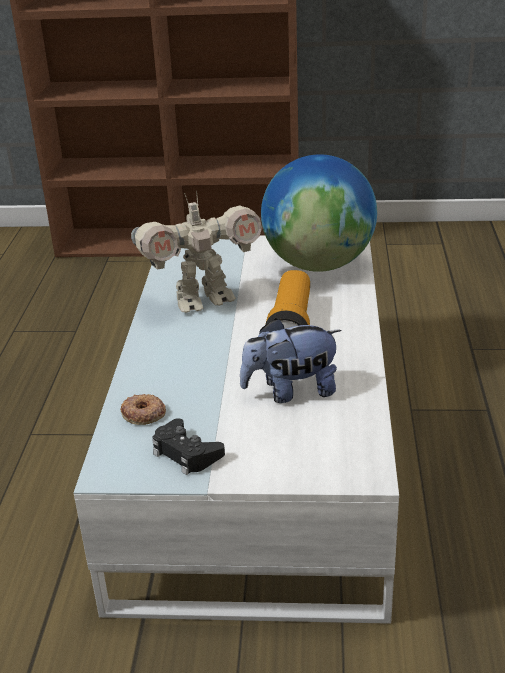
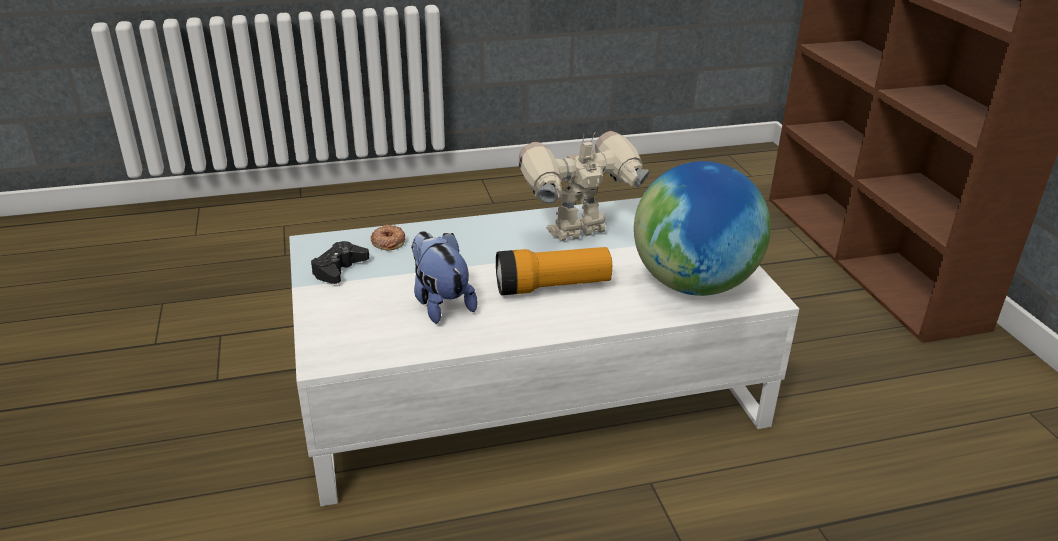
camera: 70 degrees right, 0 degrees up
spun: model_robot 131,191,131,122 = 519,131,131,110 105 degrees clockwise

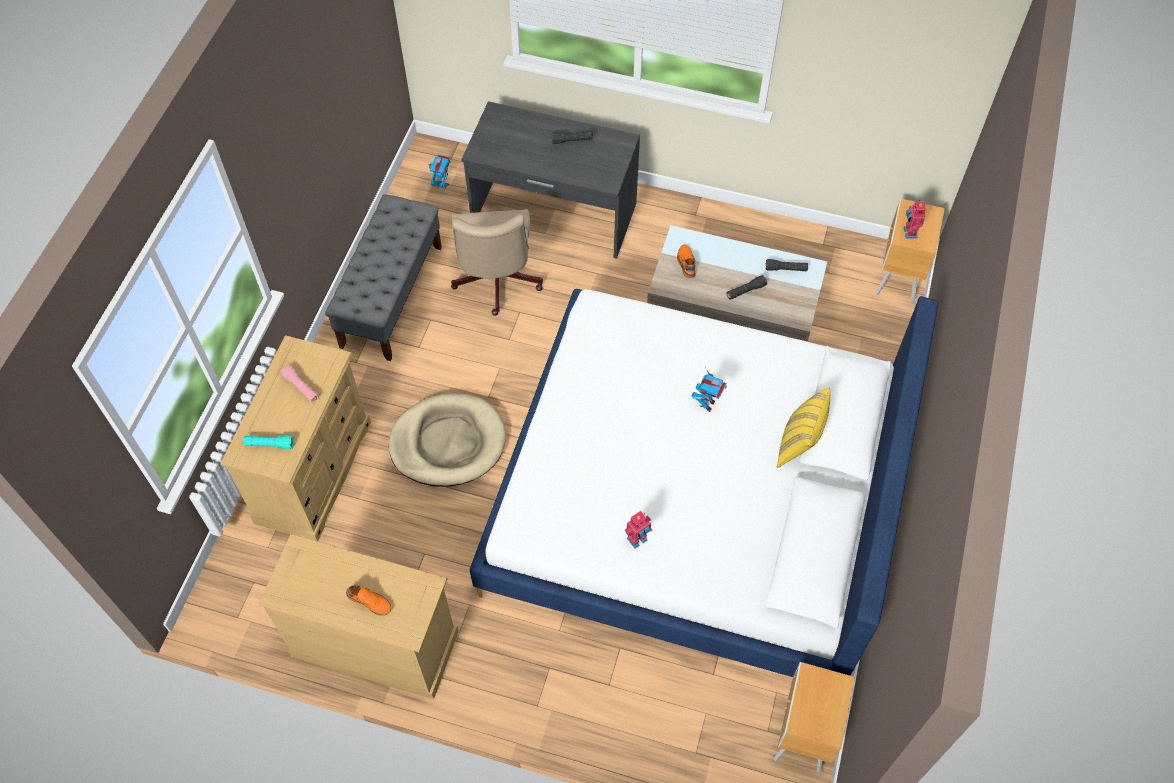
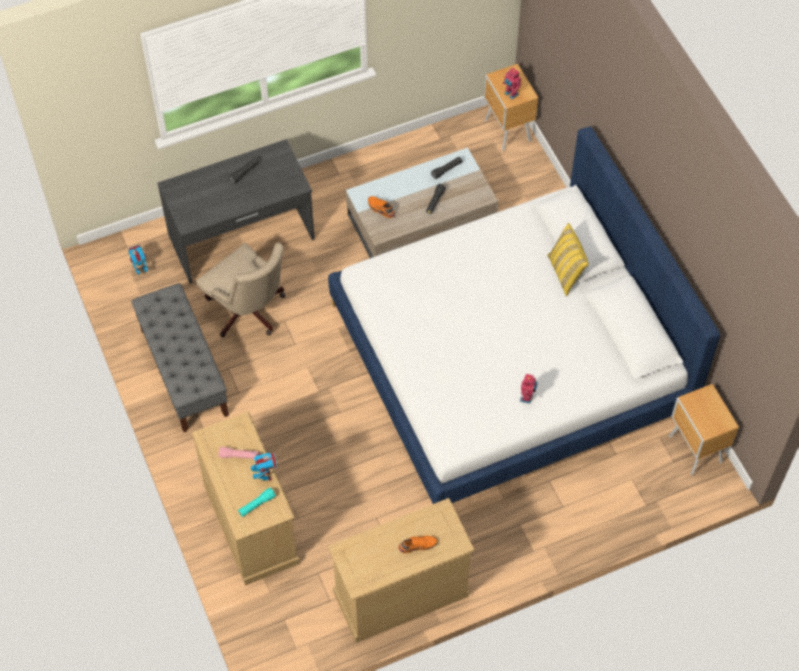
camera: 40 degrees left, 0 degrees up
missing: sand-coloured_dog_bed 389,393,117,94
relocated: model_robot 691,367,36,45 to 251,452,26,29

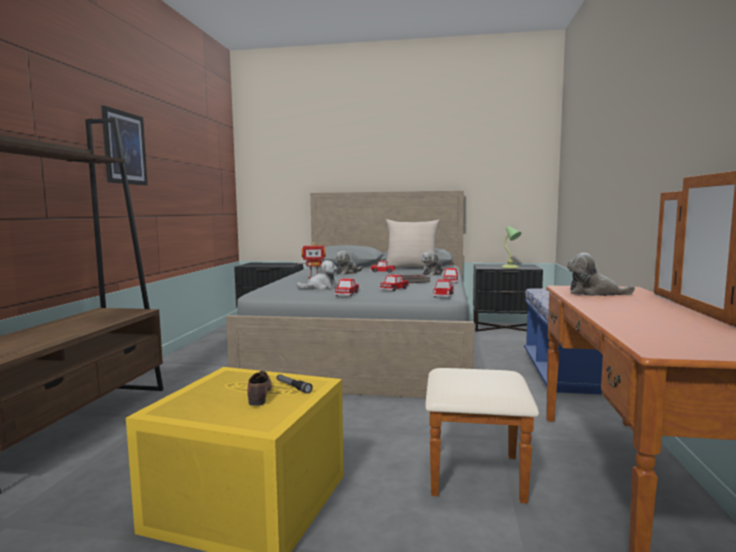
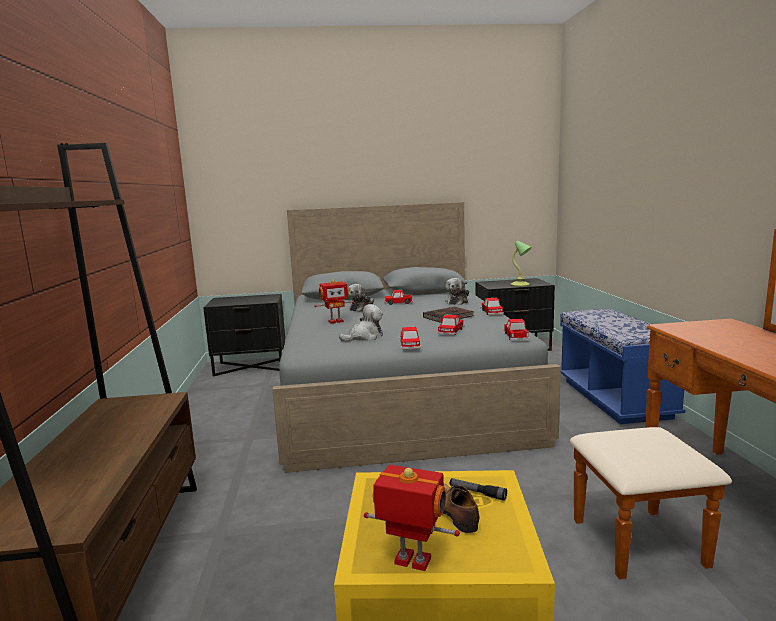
camera: 15 degrees left, 5 degrees up
missing: wall_art 101,106,47,79; sand-coloured_cushion 386,219,54,50; plush_toy 567,253,68,43
appeared: model_robot 364,465,96,106

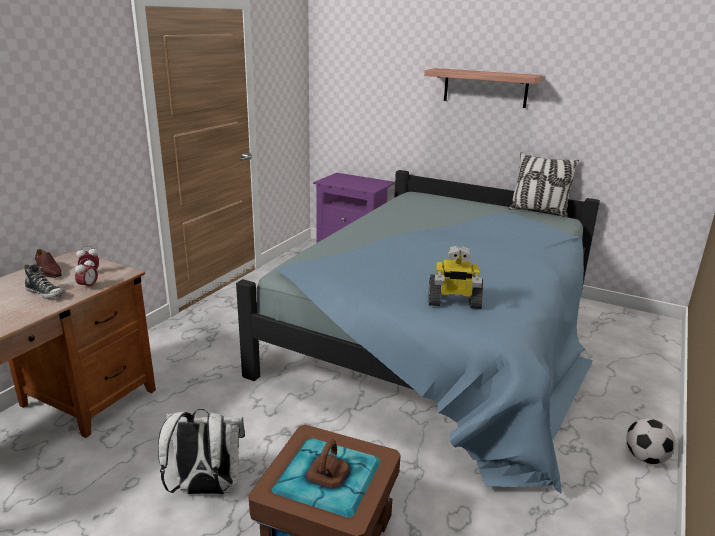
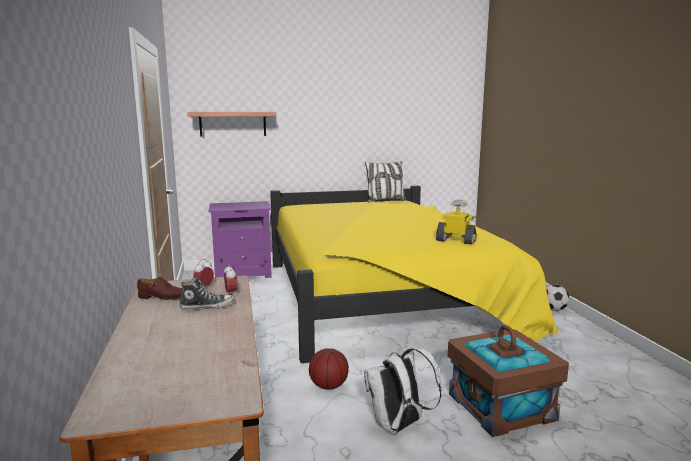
camera: 40 degrees left, 10 degrees down
appeared: basketball 309,348,40,41
relocated: shelf 424,68,119,40 to 187,112,89,25
colour: blue_sleeping_bed 236,170,364,323 to yellow-coloured_sleeping_bed 270,186,287,177
spun: model_robot 428,246,55,63 = 436,199,41,45 120 degrees counterclockwise

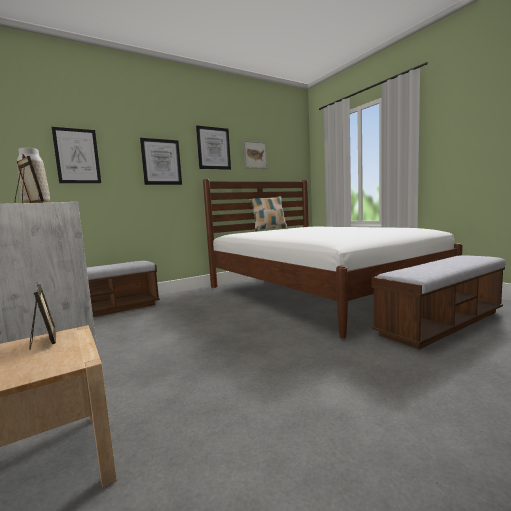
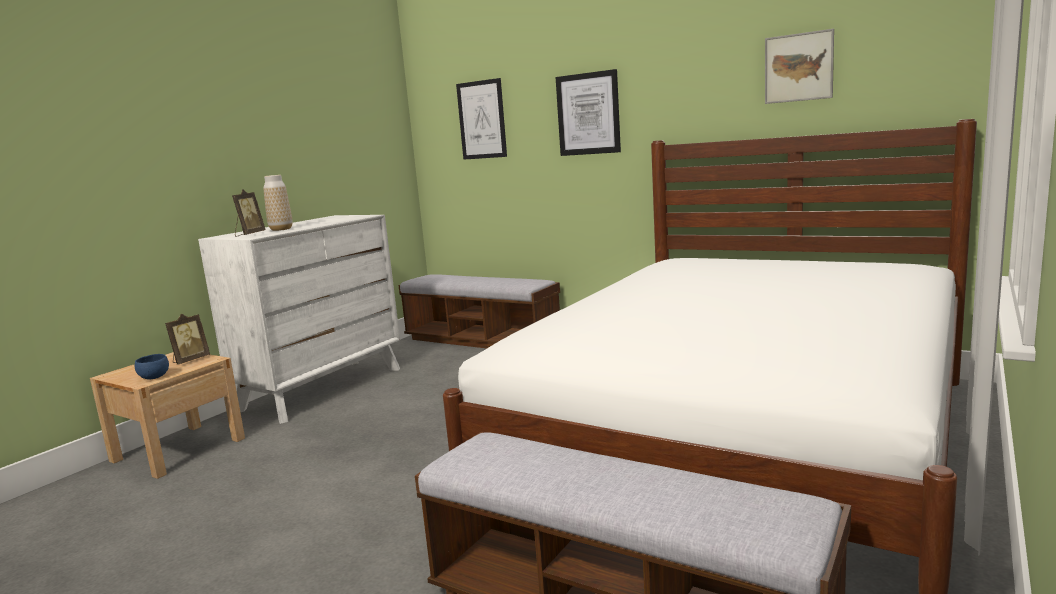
camera: 65 degrees right, 5 degrees up
missing: wall_art 196,125,35,45; cushion 249,196,38,35
appeared: blue_serving_bowl 135,354,34,25

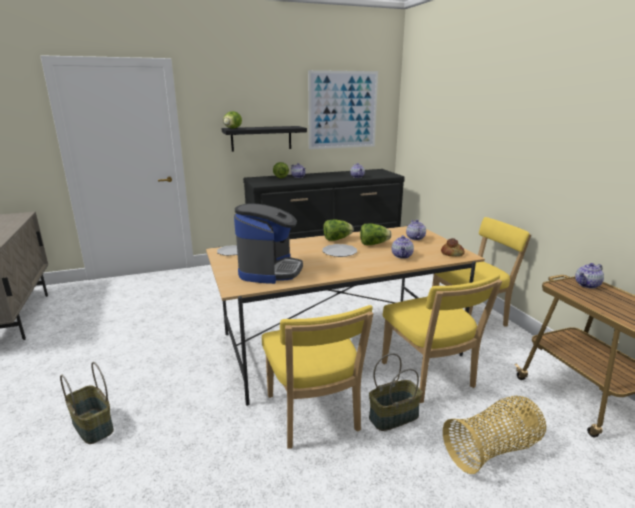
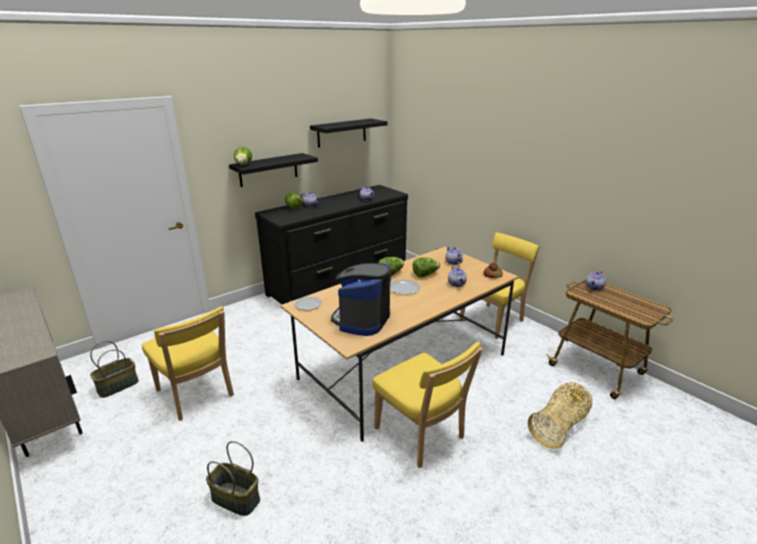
camera: 20 degrees left, 5 degrees up
relocated: household_basket 369,353,53,78 to 90,341,49,57; yellow-coloured_chair 382,274,120,129 to 142,306,92,115
exchanged: wall_art 308,70,70,79 to black-coloured_shelf 310,118,77,30
spun: coffee_machine 234,203,69,81 = 331,263,60,73 150 degrees counterclockwise

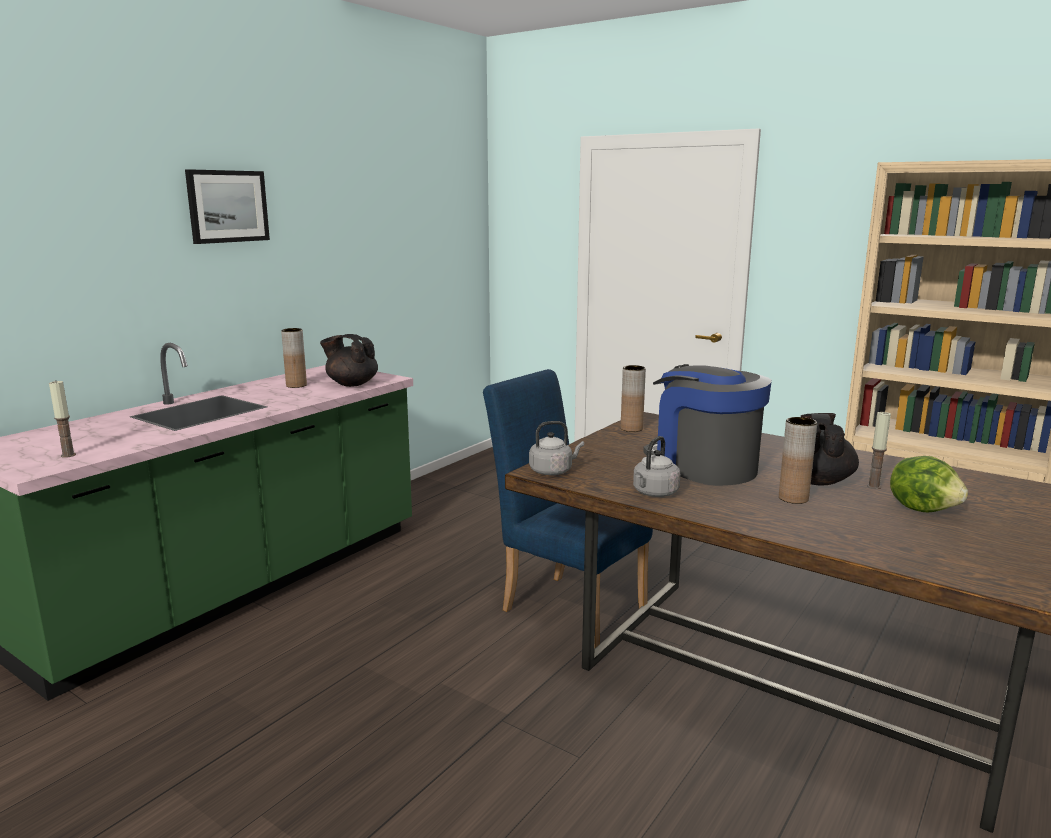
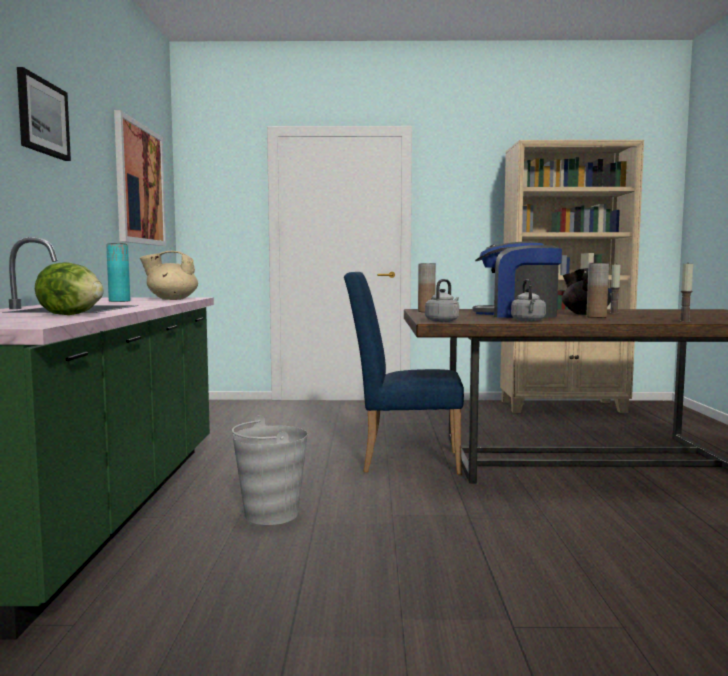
camera: 35 degrees left, 10 degrees down
appeared: wall_art 114,110,52,136; greyish_water_bucket 232,415,76,110
relocated: lettuce_head 890,456,78,56 to 35,262,69,53; candle 49,380,27,78 to 679,264,14,58
colour: brown-coloured_vase 281,328,26,60 to turquoise-coloured_vase 106,243,24,59; black-coloured_pot_for_tea 320,334,58,53 to sand-coloured_pot_for_tea 140,251,58,49

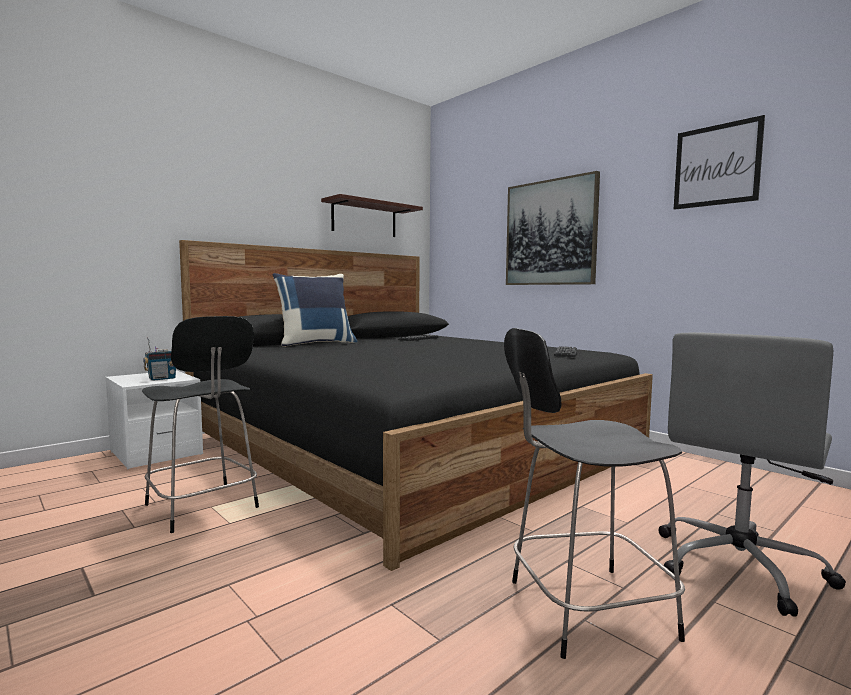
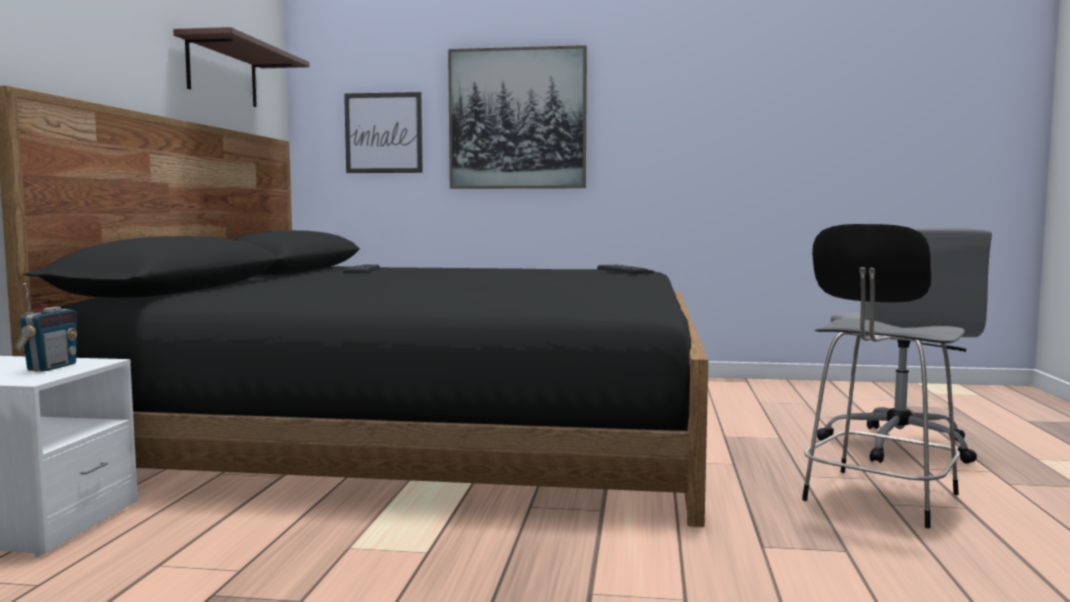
camera: 40 degrees left, 0 degrees up
missing: black-coloured_chair 142,316,117,217; blue_cushion 273,273,84,74
relocated: wall_art 674,115,91,95 to 344,92,79,81

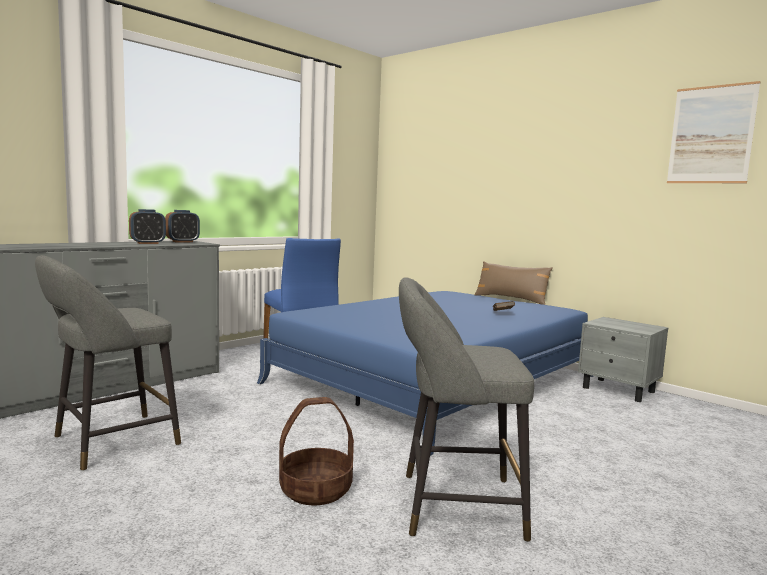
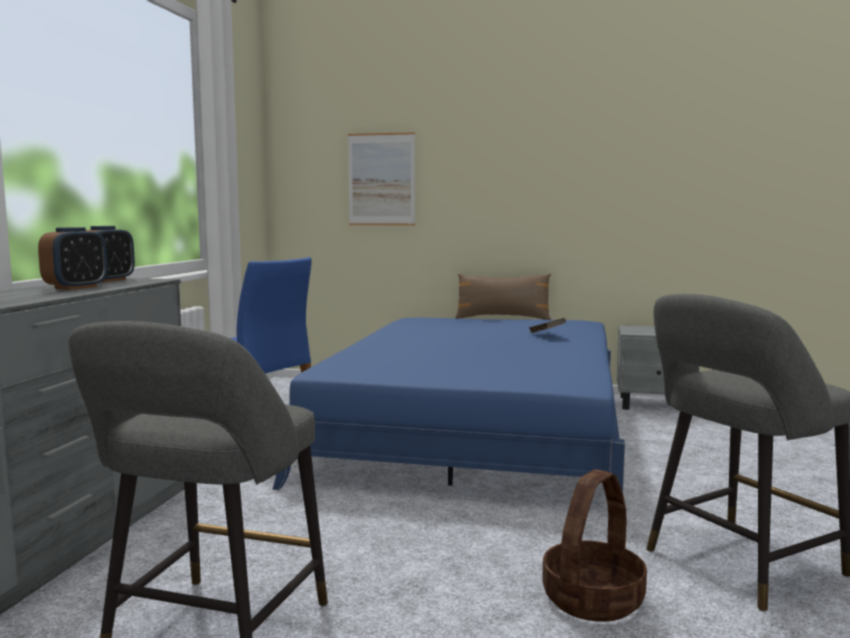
camera: 30 degrees left, 0 degrees up
relocated: wall_art 667,81,94,102 to 348,132,67,93

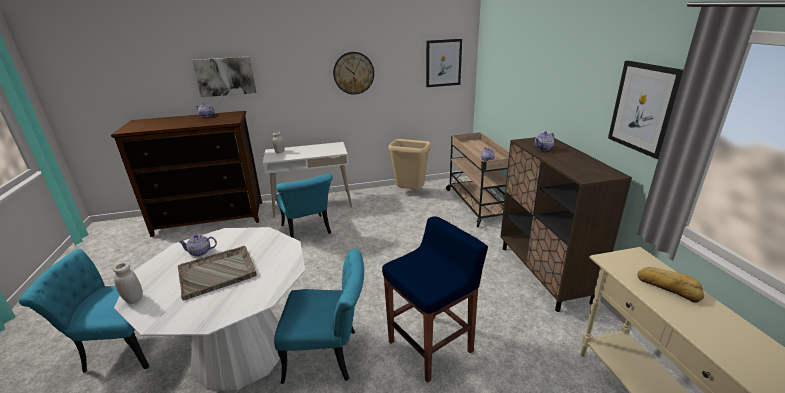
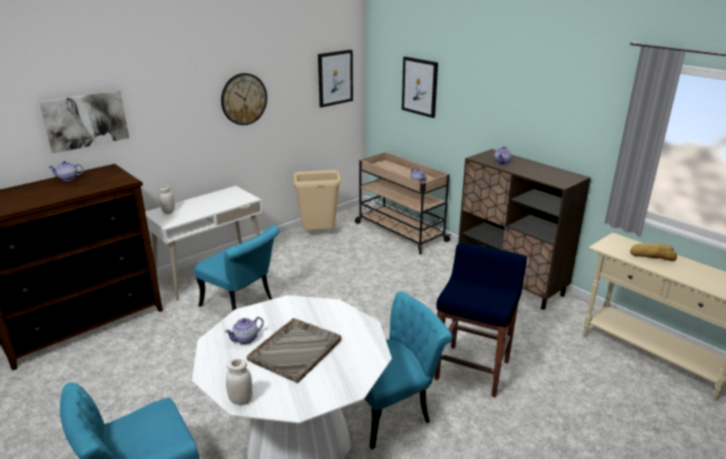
camera: 30 degrees left, 0 degrees up
relocated: wall_art 608,61,75,98 to 402,57,36,61

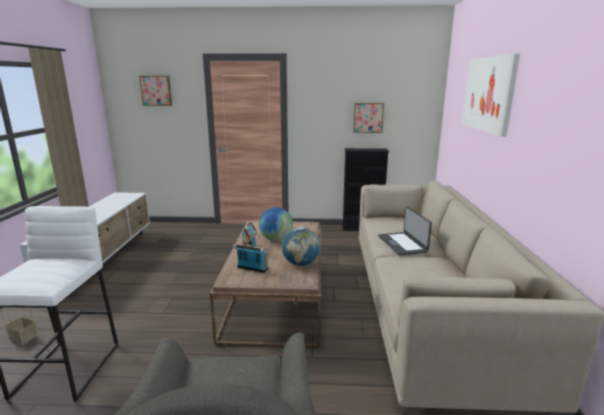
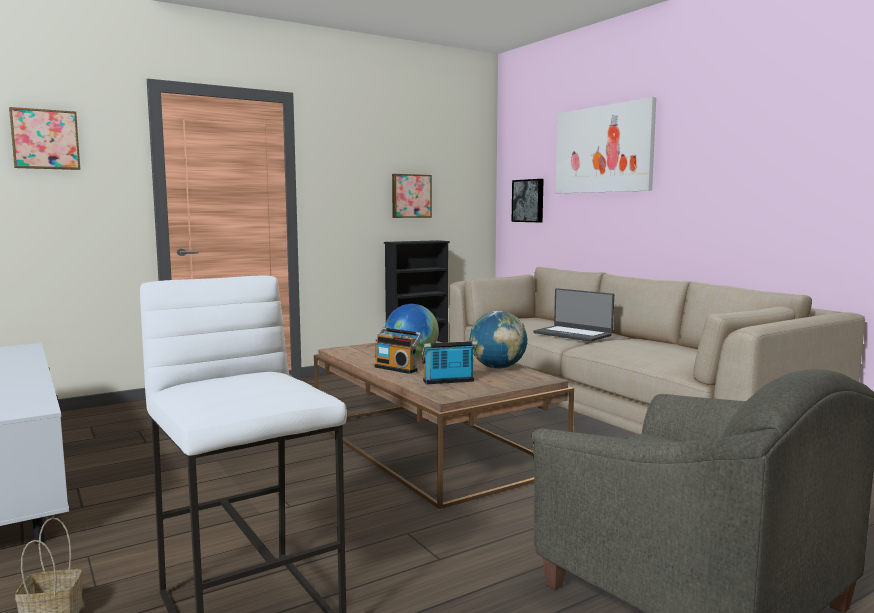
camera: 35 degrees left, 10 degrees down
appeared: wall_art 512,179,32,43

